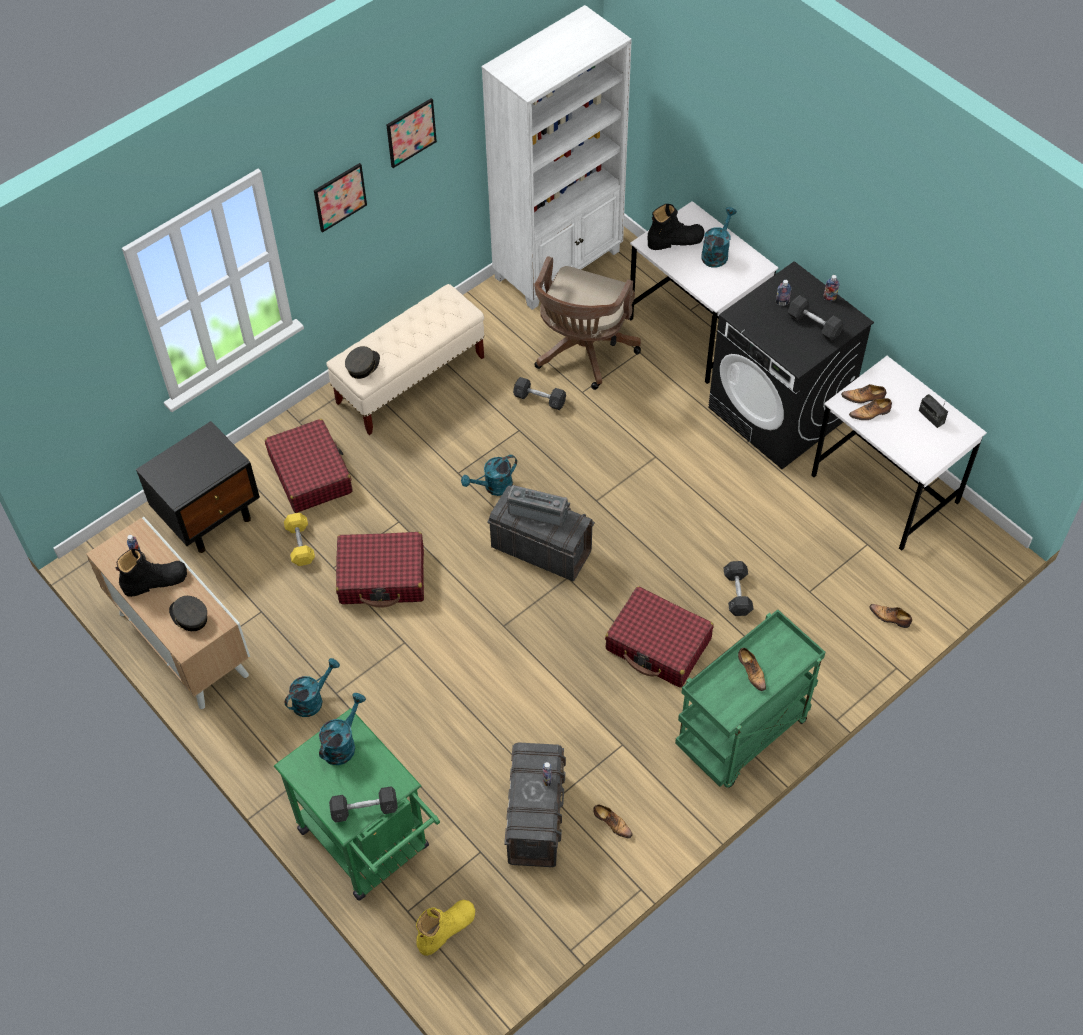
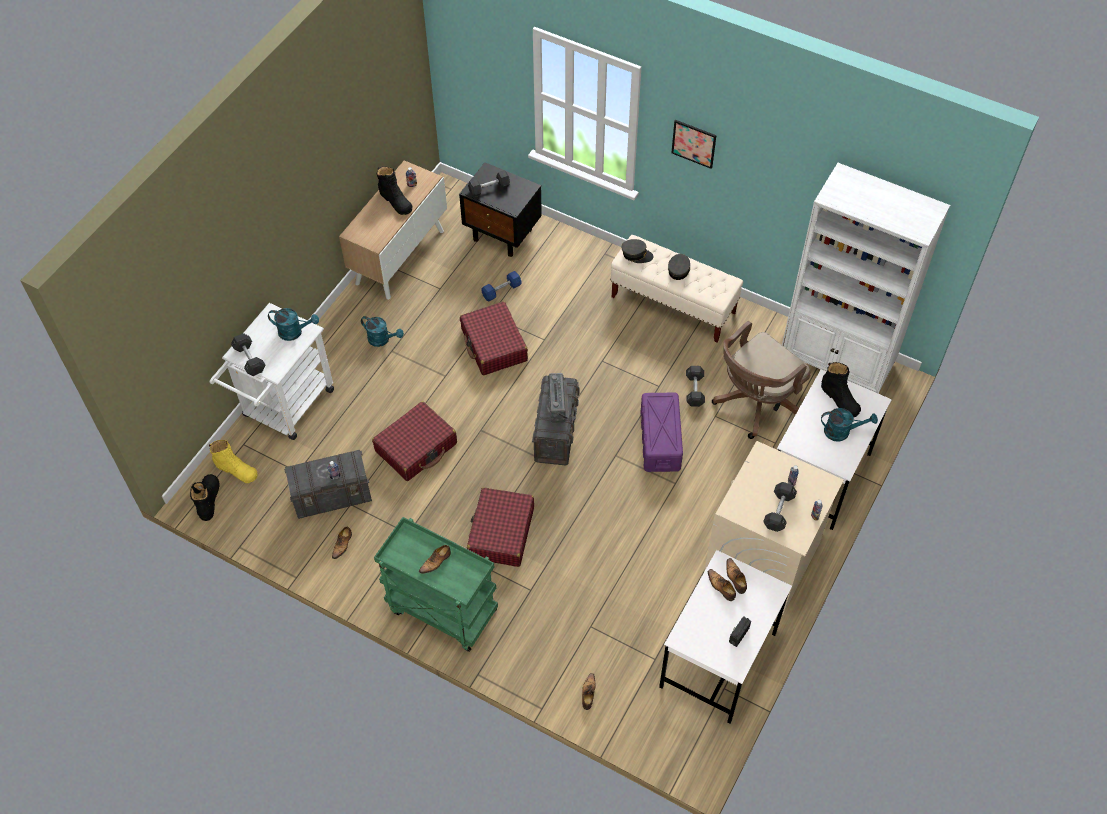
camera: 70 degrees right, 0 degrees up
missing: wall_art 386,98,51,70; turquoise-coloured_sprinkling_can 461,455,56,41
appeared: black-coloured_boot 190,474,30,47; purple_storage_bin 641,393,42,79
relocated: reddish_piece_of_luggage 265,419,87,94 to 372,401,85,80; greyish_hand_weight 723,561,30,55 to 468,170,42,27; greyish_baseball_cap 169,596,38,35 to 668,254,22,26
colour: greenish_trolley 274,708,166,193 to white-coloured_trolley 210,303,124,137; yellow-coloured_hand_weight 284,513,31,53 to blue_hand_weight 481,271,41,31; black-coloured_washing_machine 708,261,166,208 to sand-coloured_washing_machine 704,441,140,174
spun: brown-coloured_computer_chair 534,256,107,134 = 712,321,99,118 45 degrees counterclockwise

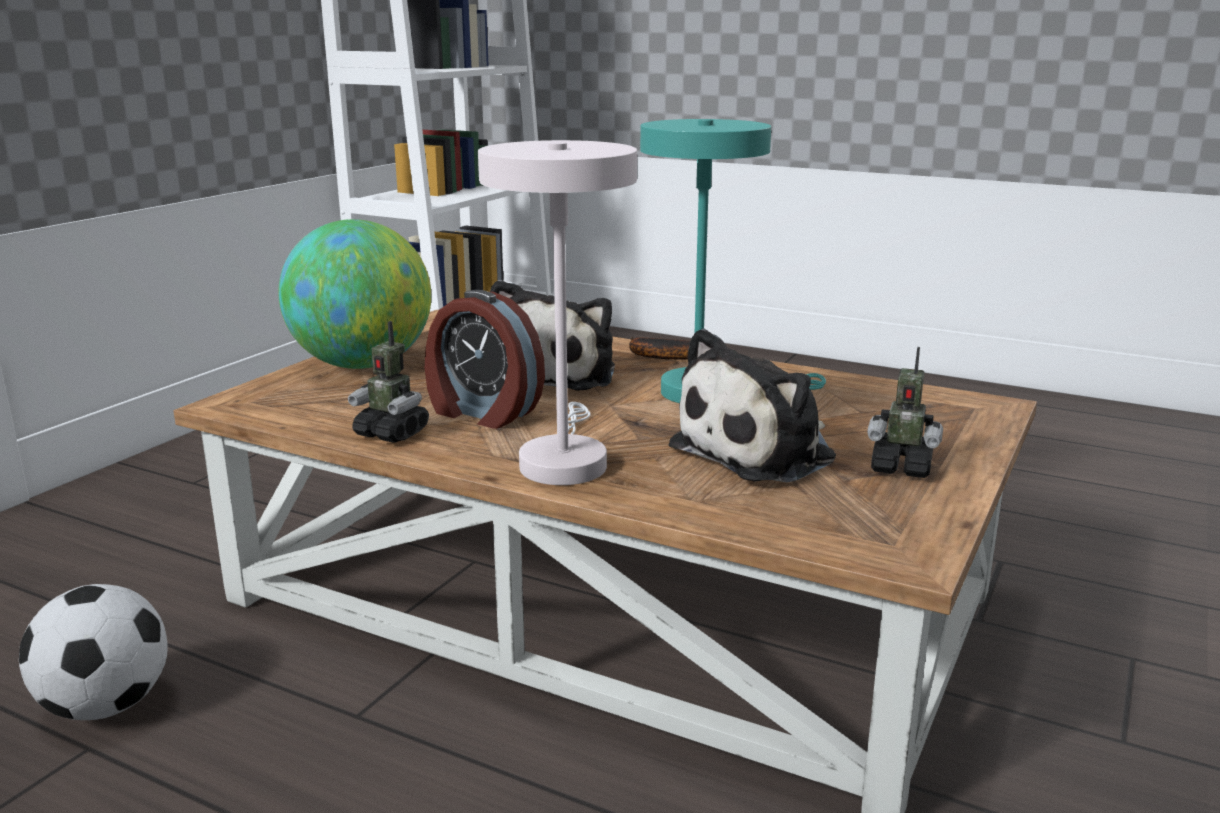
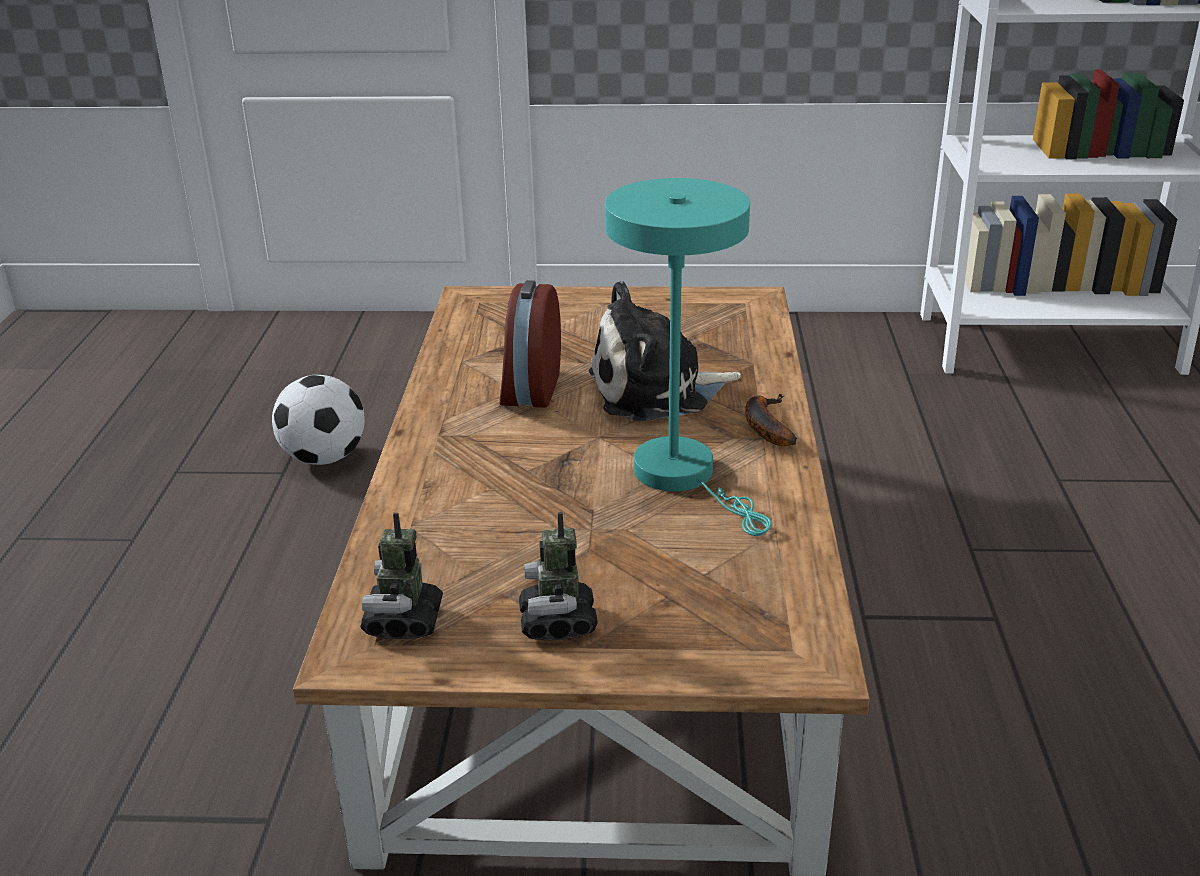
camera: 65 degrees right, 10 degrees up
missing: globe 278,219,153,150; white-coloured_lamp_for_a_table 478,140,159,345; plush_toy 668,328,168,155
relocated: model_robot 348,321,81,122 to 360,513,83,126

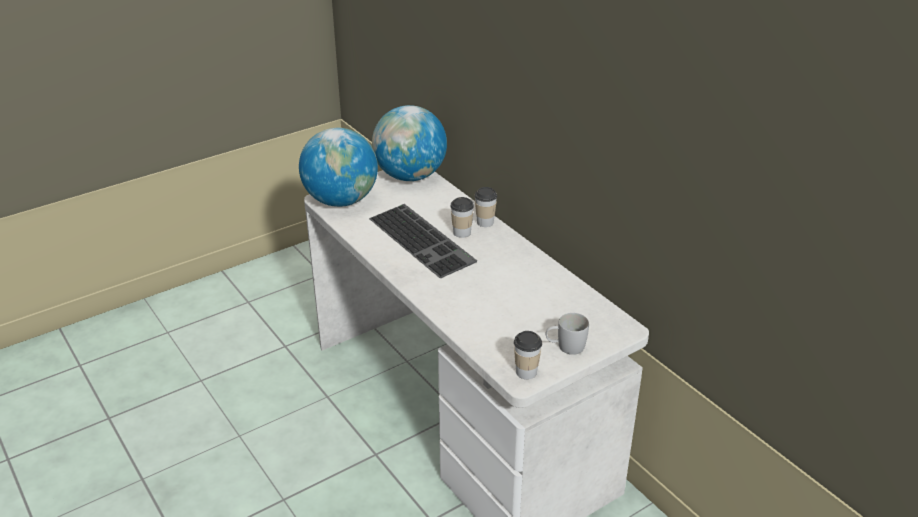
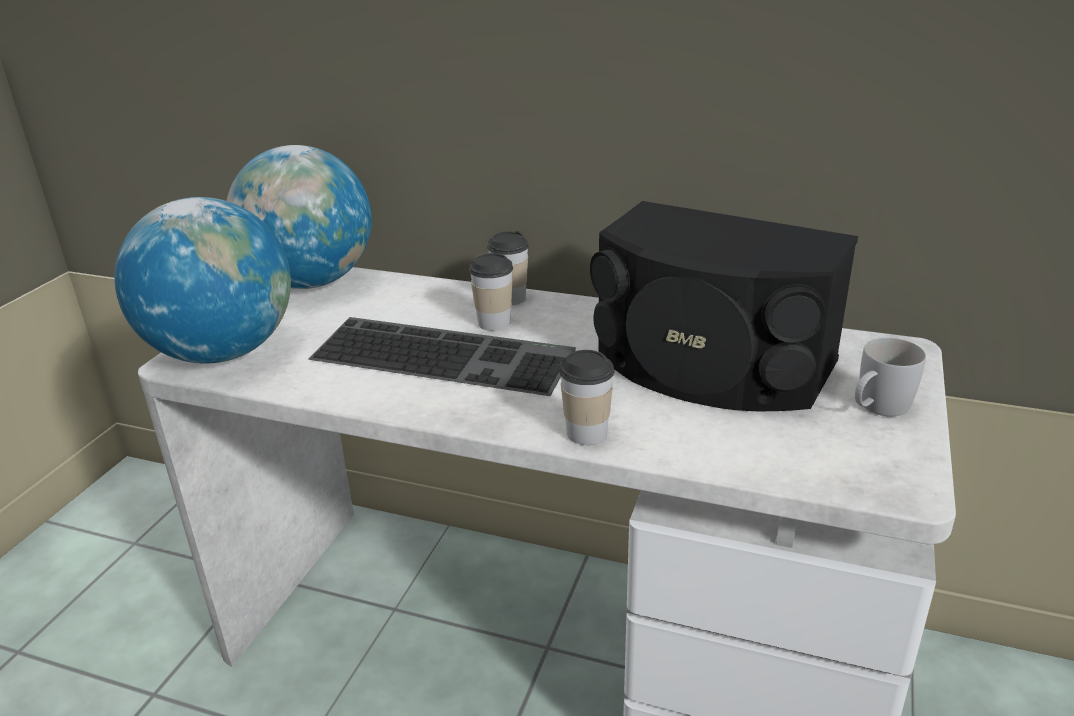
camera: 35 degrees left, 5 degrees down
appeared: black-coloured_speaker 590,201,268,210
relocated: drinking_cup 514,331,28,48 to 559,350,56,95

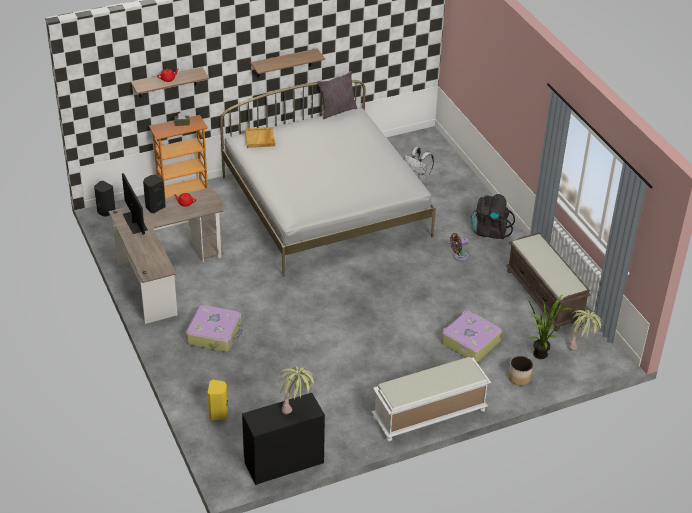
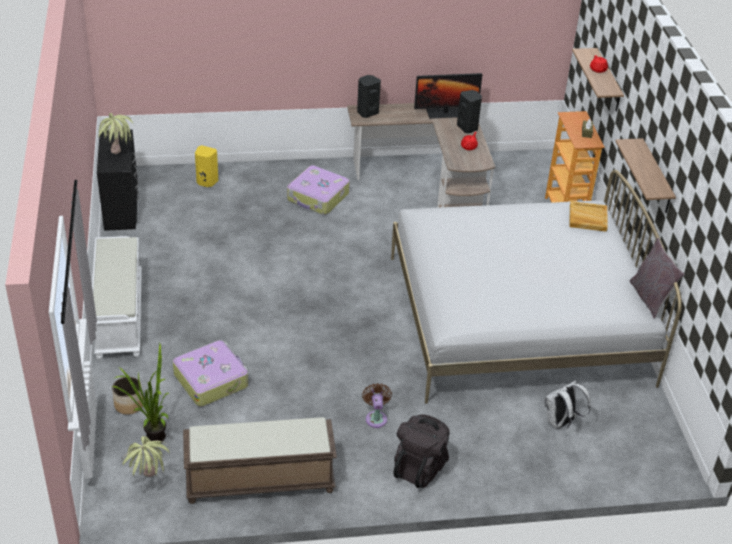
camera: 105 degrees right, 0 degrees up
relocated: black-coloured_speaker 94,181,22,36 to 357,75,24,43

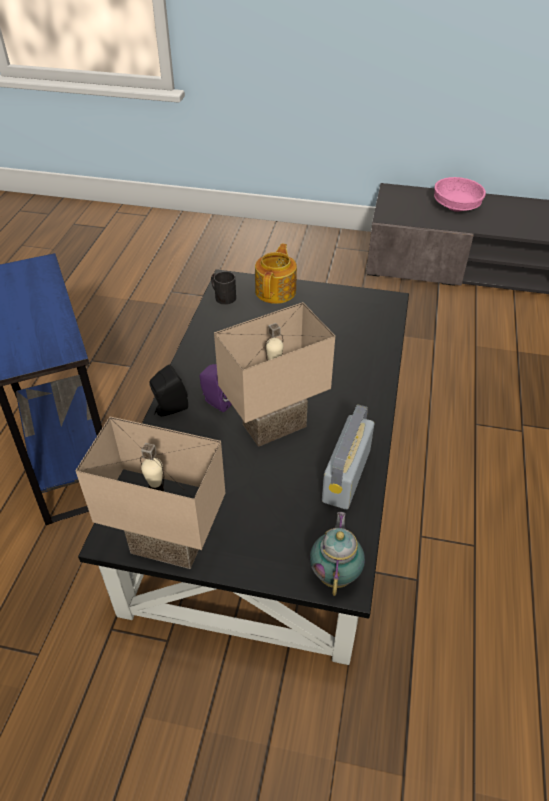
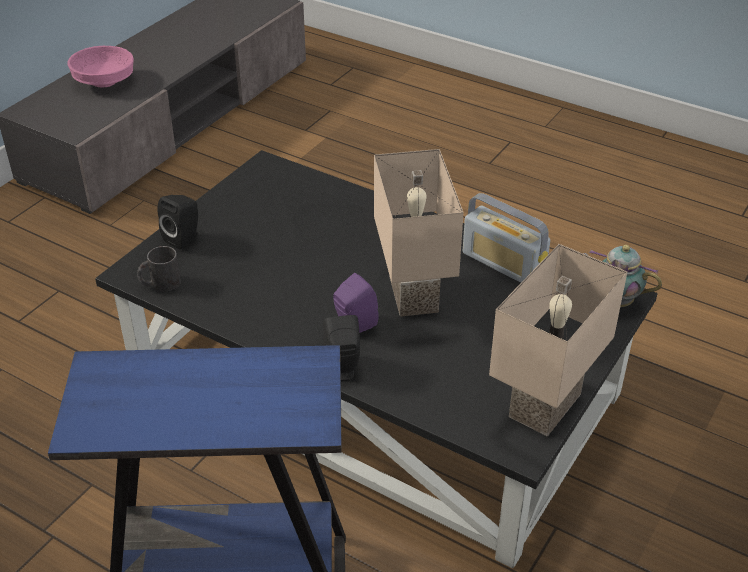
camera: 70 degrees left, 5 degrees down
exchanged: pot_for_tea 255,243,42,61 to black-coloured_speaker 158,195,40,54

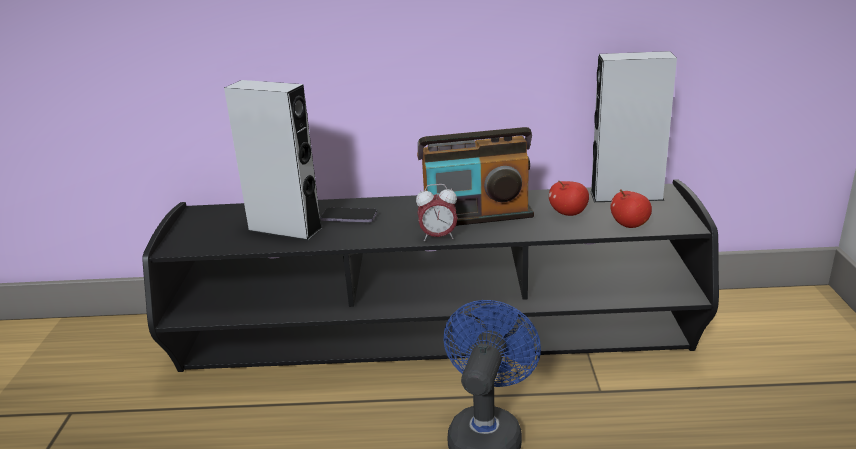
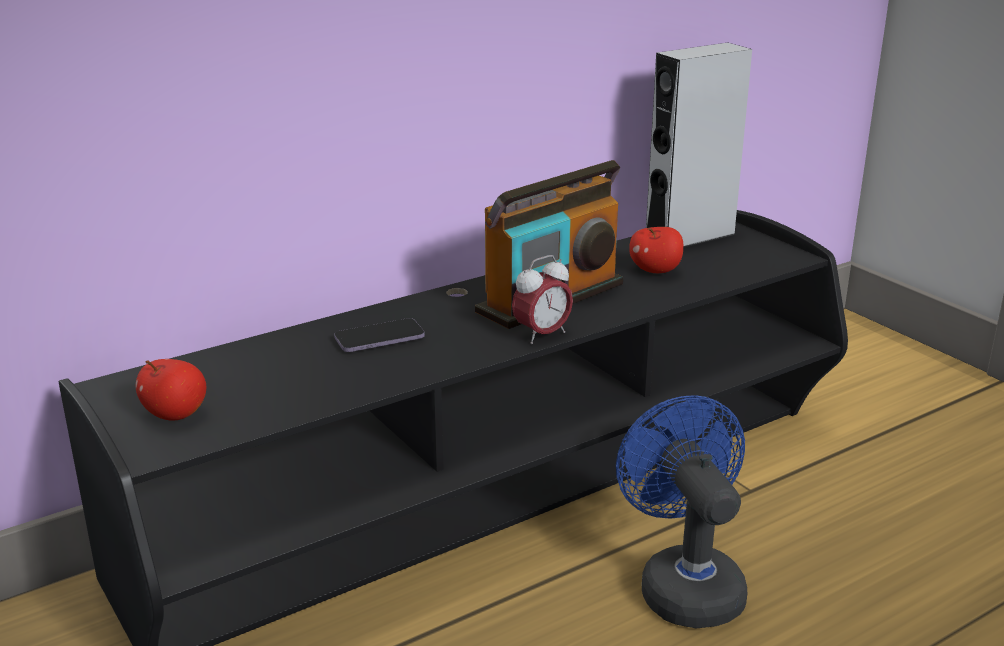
camera: 35 degrees left, 0 degrees up
missing: greyish_speaker 224,80,99,161
relocated: whole_apple 610,189,42,39 to 136,359,70,62

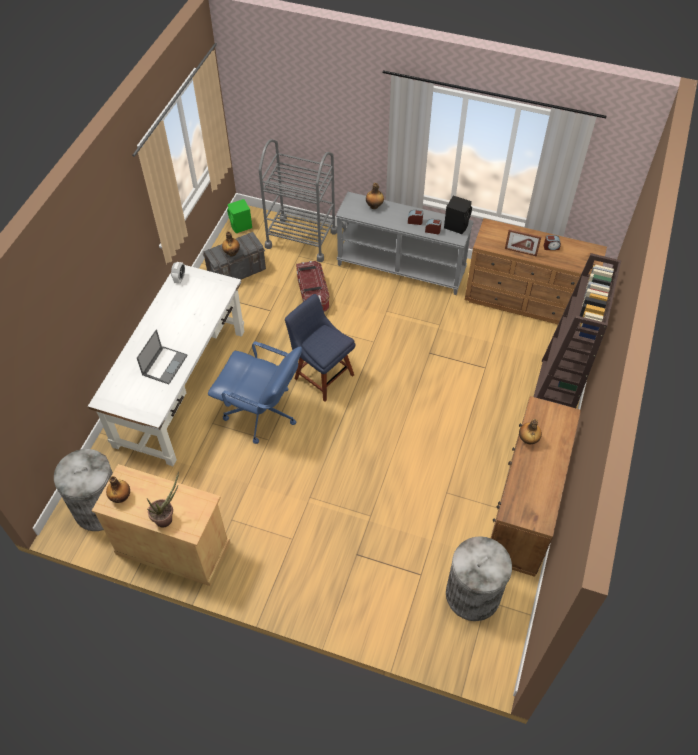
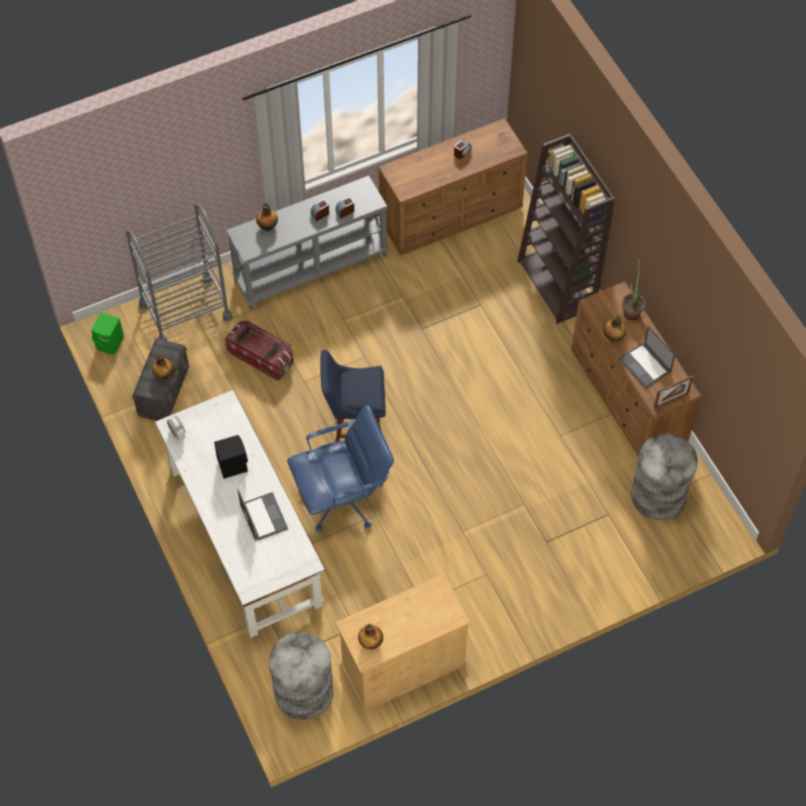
camera: 45 degrees left, 5 degrees up
appeared: laptop 619,326,56,62
relocated: black-coloured_speaker 444,196,28,38 to 214,435,34,44; houseplant 147,472,32,55 to 622,256,23,64; standing_frame 505,229,36,28 to 654,376,39,32

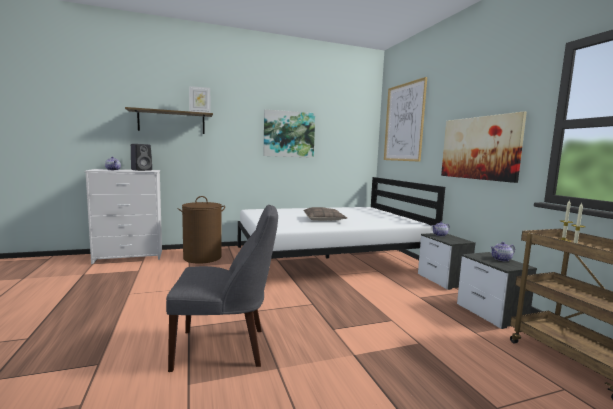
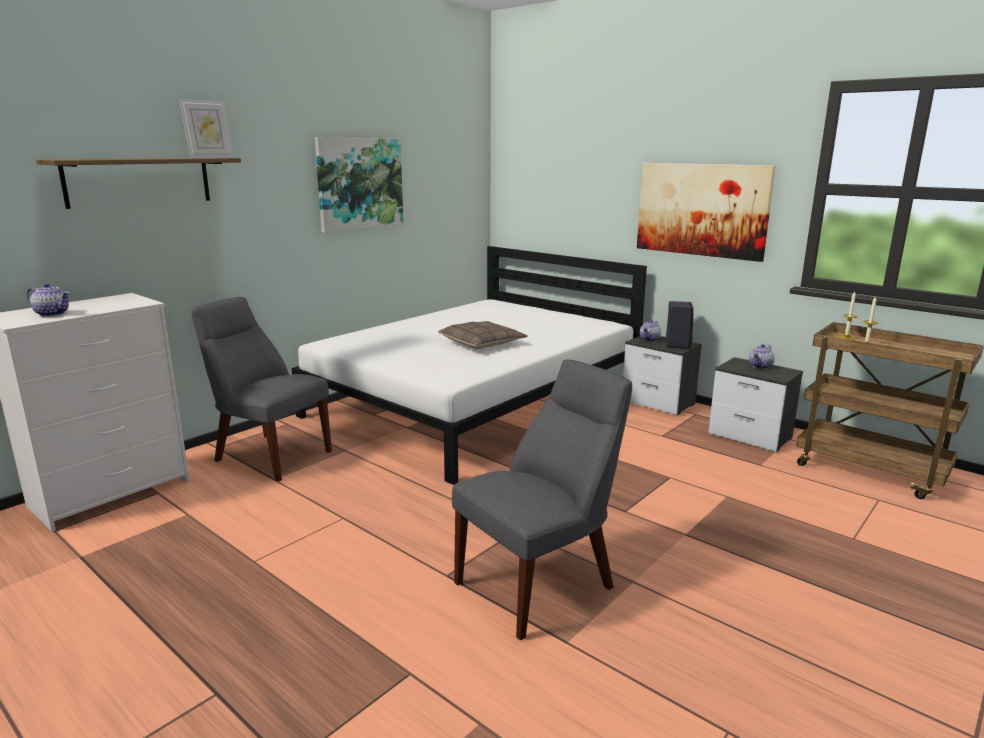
camera: 30 degrees left, 10 degrees up
missing: wall_art 384,77,43,85
relocated: black-coloured_speaker 131,144,21,27 to 666,301,28,48
exchanged: brown-coloured_laundry_basket 177,196,48,68 to greyish_chair 191,297,141,185

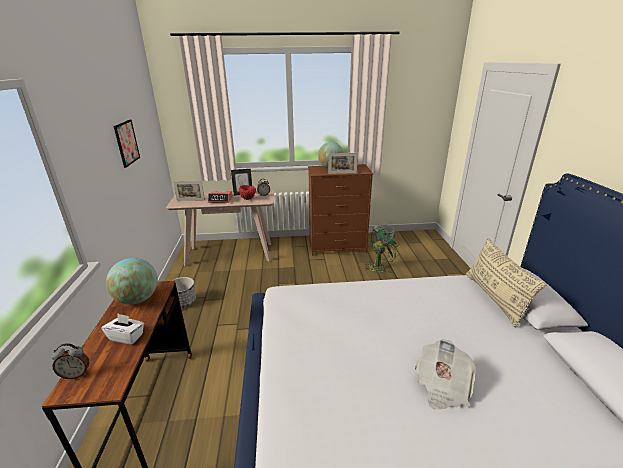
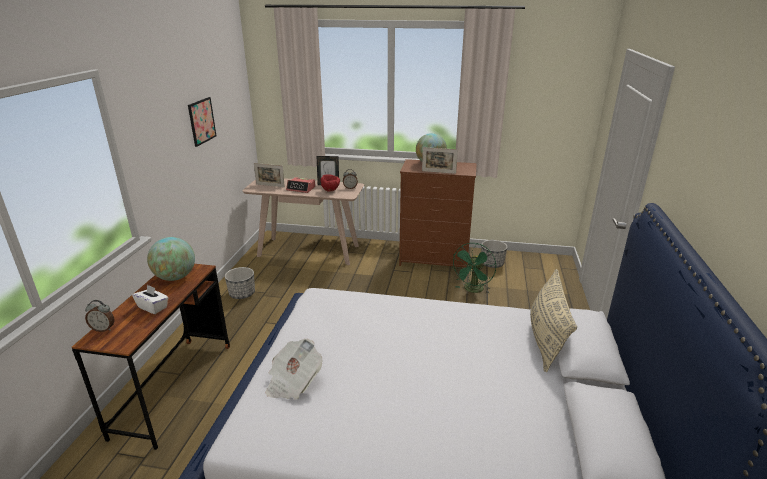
camera: 15 degrees right, 0 degrees up
relocated: newspaper 415,339,61,71 to 266,339,56,61
spun: greenish_electric_fan 364,227,36,46 = 451,243,45,50 135 degrees clockwise

